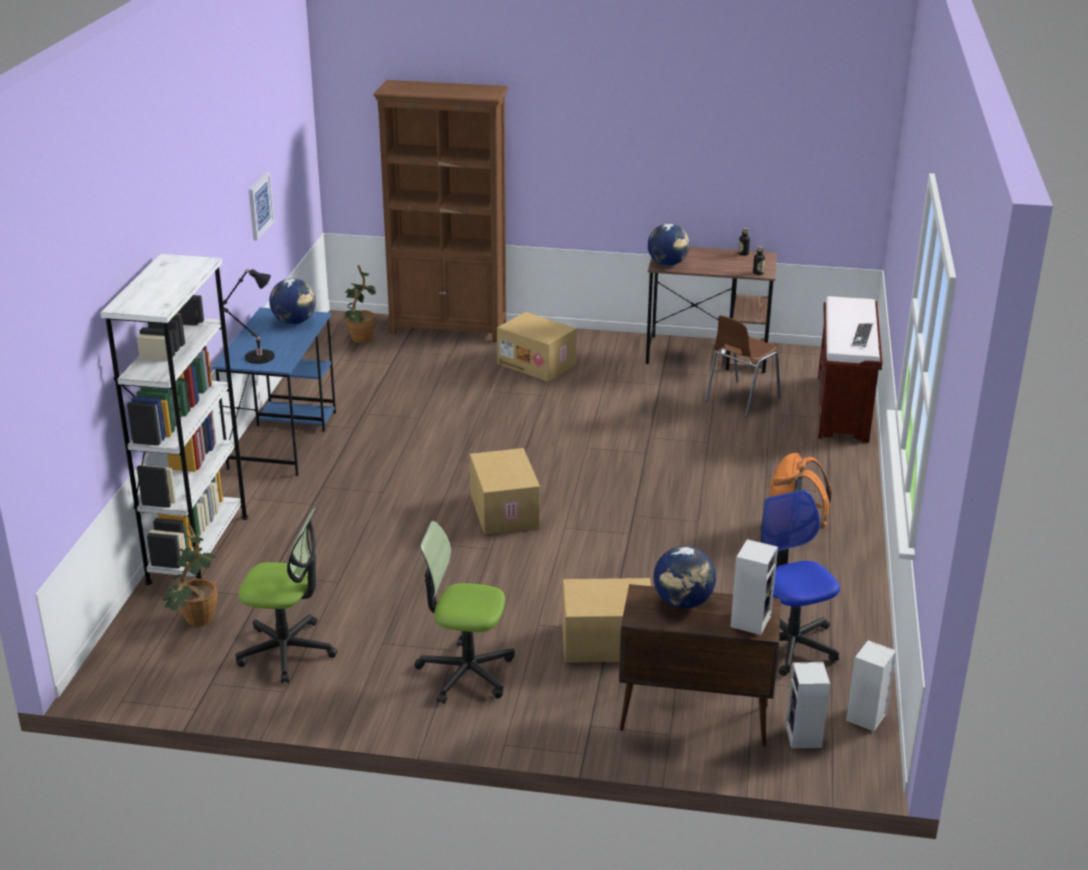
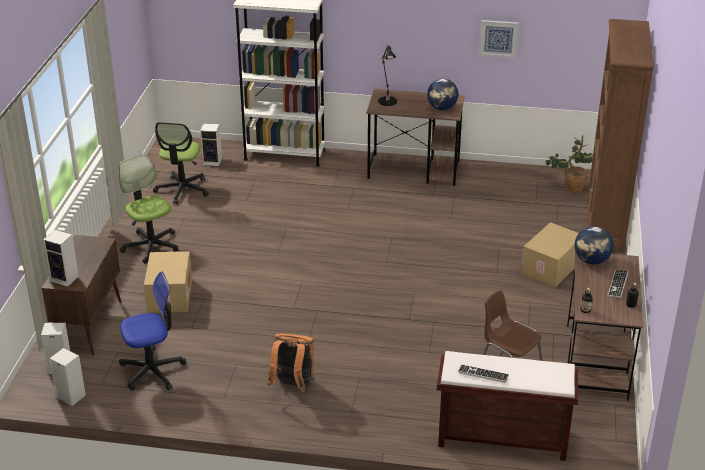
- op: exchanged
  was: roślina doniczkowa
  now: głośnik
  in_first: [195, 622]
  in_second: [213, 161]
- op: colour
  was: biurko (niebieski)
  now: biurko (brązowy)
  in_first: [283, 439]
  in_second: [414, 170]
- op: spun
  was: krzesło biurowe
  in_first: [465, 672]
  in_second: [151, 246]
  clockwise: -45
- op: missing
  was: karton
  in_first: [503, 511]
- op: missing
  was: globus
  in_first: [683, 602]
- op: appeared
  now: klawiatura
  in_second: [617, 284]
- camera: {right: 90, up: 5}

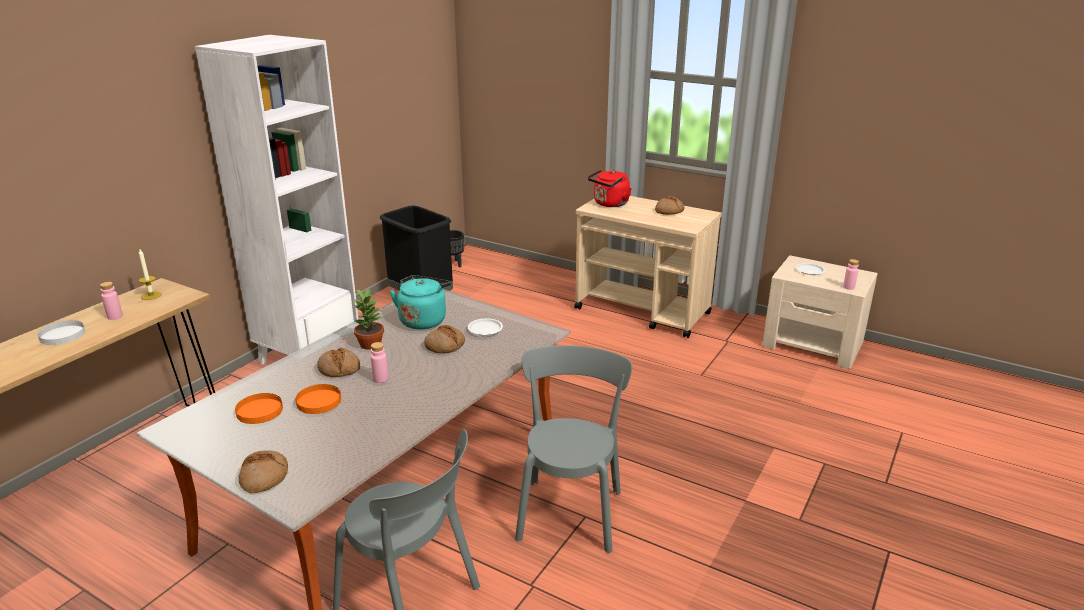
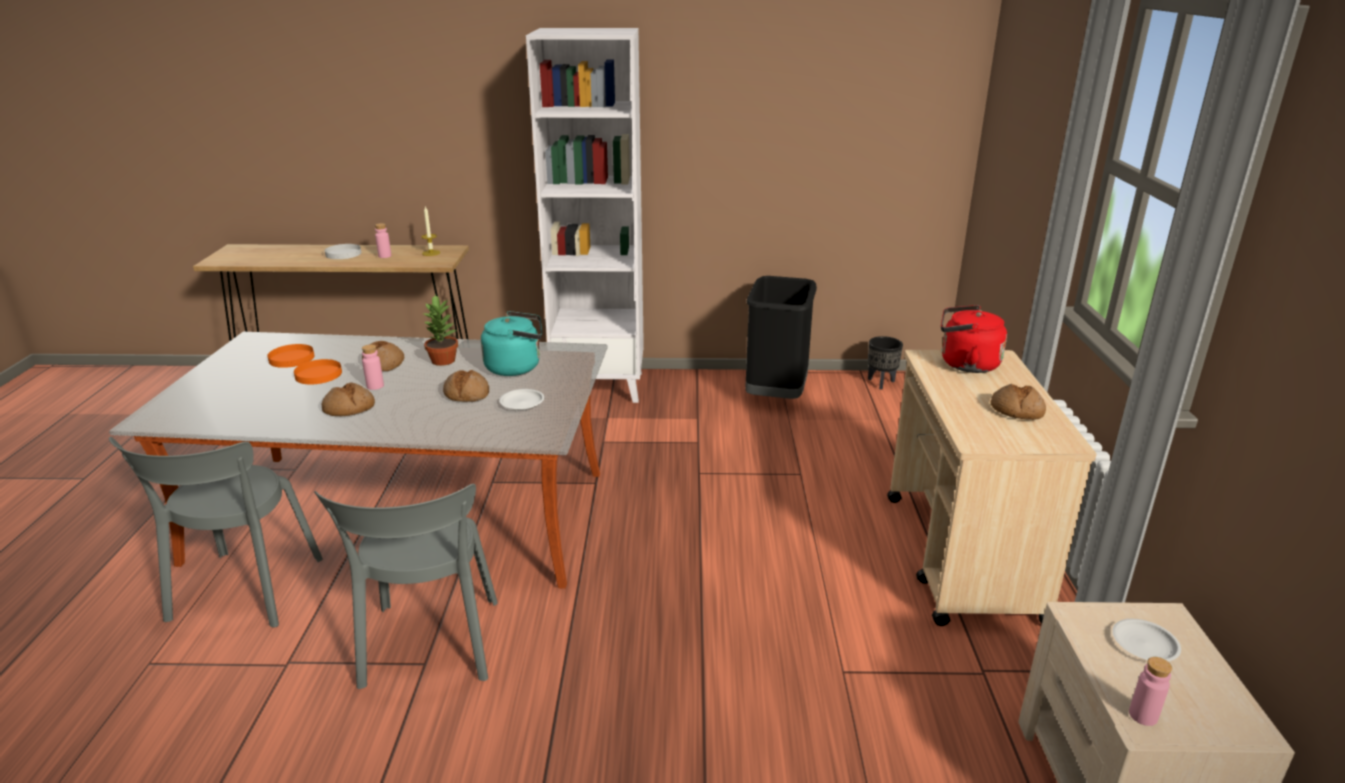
- op: relocated
  was: chleb
  in_first: [264, 477]
  in_second: [349, 408]
- op: spun
  was: krzesło (szary)
  in_first: [570, 510]
  in_second: [430, 648]
  clockwise: 105
- camera: {right: 60, up: 0}

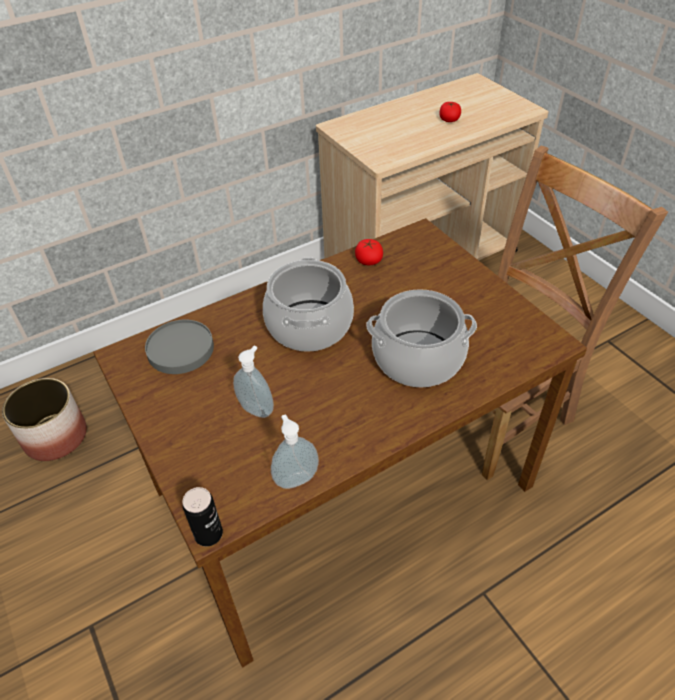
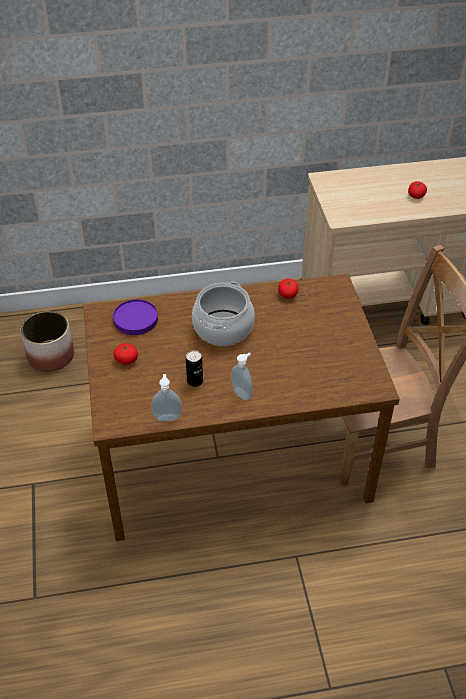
- op: colour
  was: talerz (szary)
  now: talerz (fioletowy)
  in_first: [180, 349]
  in_second: [135, 319]
- op: relocated
  was: puszka
  in_first: [208, 534]
  in_second: [195, 381]
- op: relocated
  was: dozownik mydła
  in_first: [257, 409]
  in_second: [242, 393]
- op: missing
  was: garnek
  in_first: [418, 359]
- op: appeared
  now: pomidor
  in_second: [126, 359]
- camera: {right: 20, up: 0}

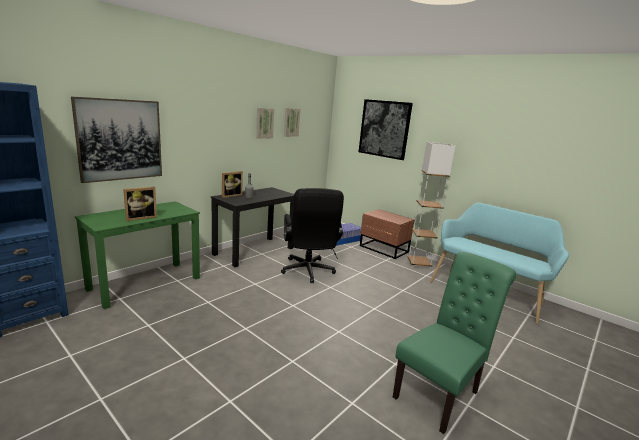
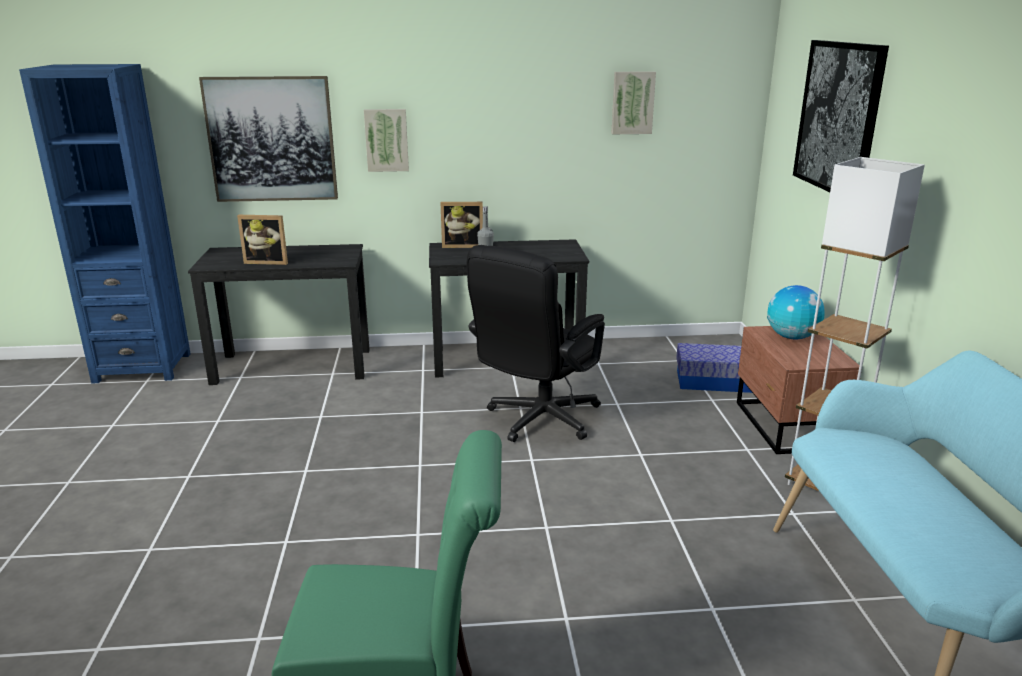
- op: colour
  was: biurko (zielony)
  now: biurko (czarny)
  in_first: [145, 283]
  in_second: [293, 366]
- op: relocated
  was: obraz
  in_first: [264, 123]
  in_second: [386, 140]
- op: appeared
  now: globus
  in_second: [792, 337]
- camera: {right: 45, up: 5}

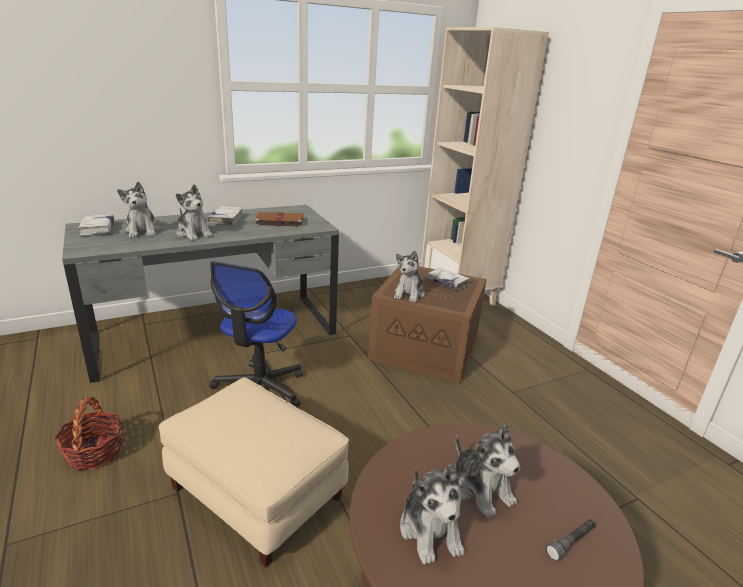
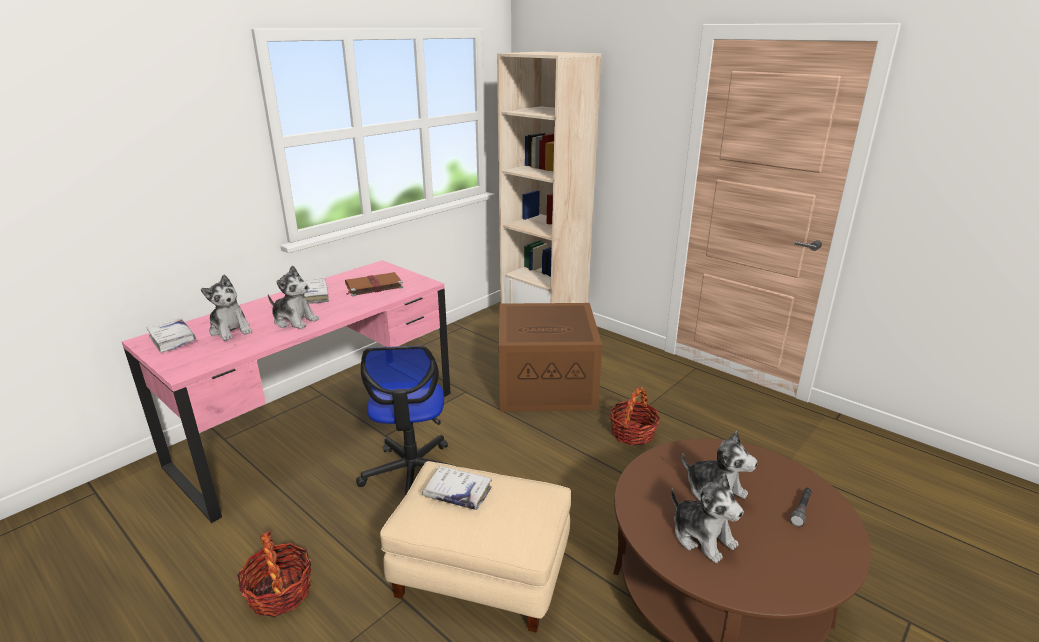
- op: colour
  was: biurko (szary)
  now: biurko (różowy)
  in_first: [215, 334]
  in_second: [319, 427]
- op: missing
  was: pluszak
  in_first: [409, 294]
- op: relocated
  was: książka (biały)
  in_first: [446, 282]
  in_second: [457, 493]
- op: appeared
  now: koszyk
  in_second: [632, 433]
- camera: {right: -20, up: 0}

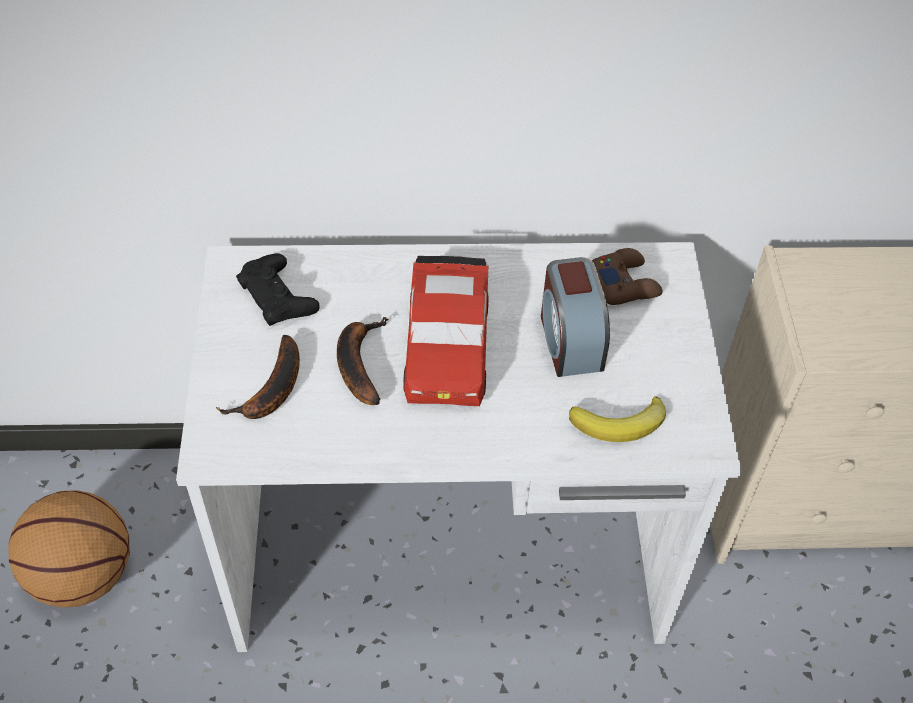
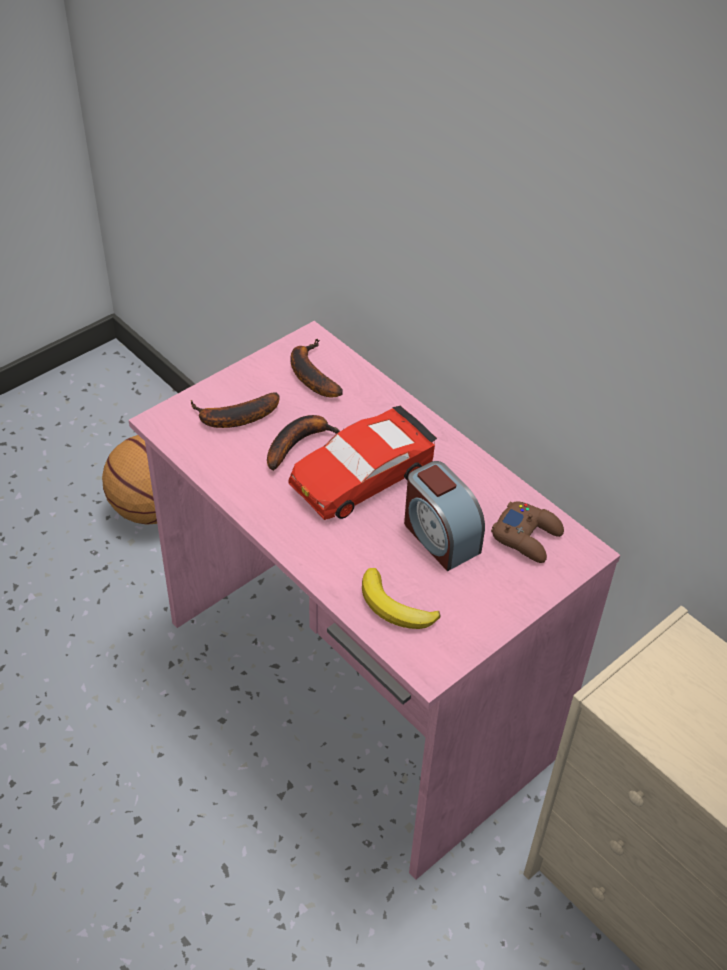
- op: colour
  was: biurko (biały)
  now: biurko (różowy)
  in_first: [451, 553]
  in_second: [356, 689]
- op: exchanged
  was: pad do gier (czarny)
  now: banan
  in_first: [277, 296]
  in_second: [310, 374]
- op: spun
  was: budzik
  in_first: [570, 340]
  in_second: [439, 537]
  clockwise: -75
- camera: {right: 50, up: -5}

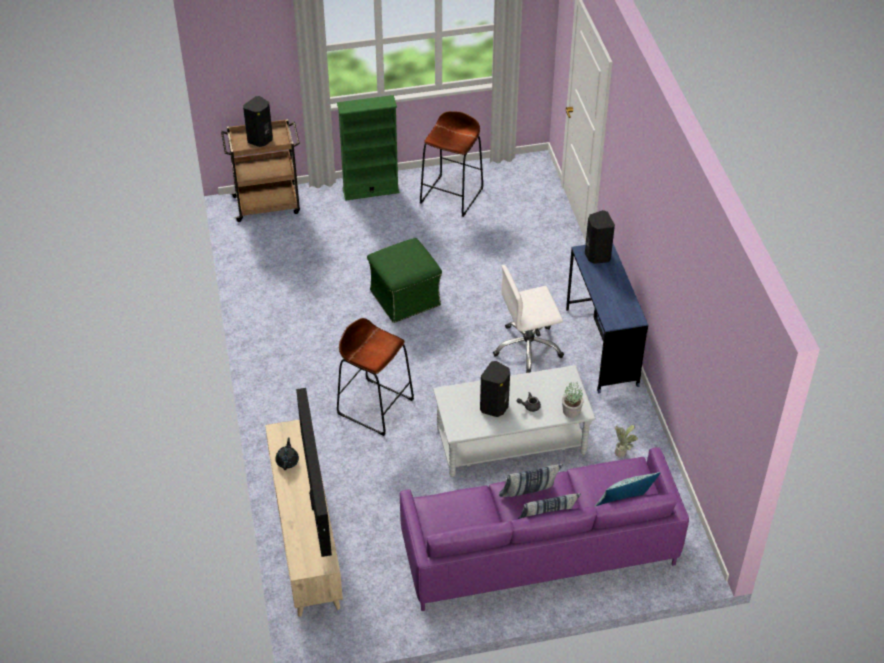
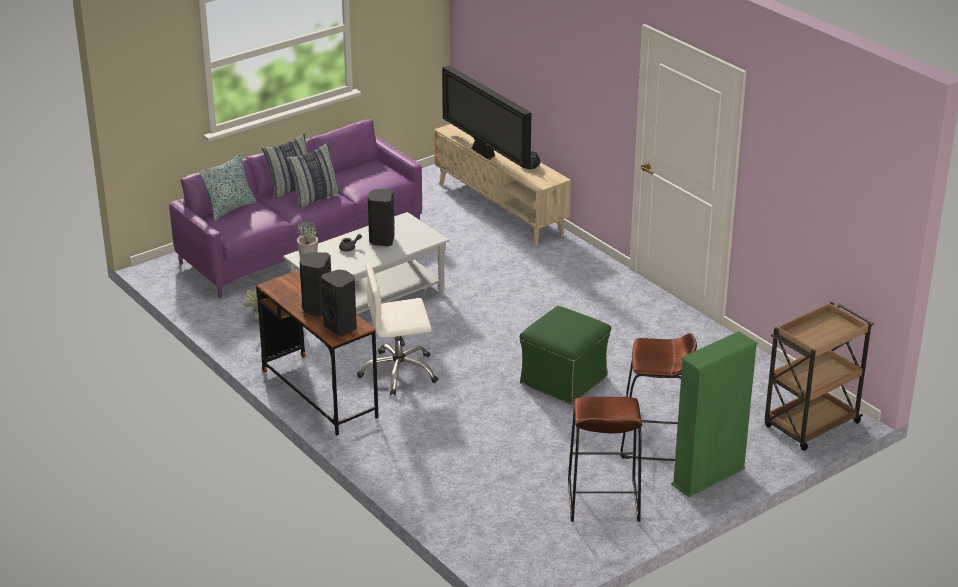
- op: relocated
  was: głośnik (czarny)
  in_first: [261, 140]
  in_second: [317, 308]
- op: relocated
  was: stołek (brązowy)
  in_first: [375, 406]
  in_second: [655, 441]
- op: spun
  was: krzesło biurowe (biały)
  in_first: [527, 348]
  in_second: [399, 372]
  clockwise: -150
- op: colour
  was: biurko (niebieski)
  now: biurko (brązowy)
  in_first: [601, 347]
  in_second: [319, 394]
- camera: {right: 155, up: -15}

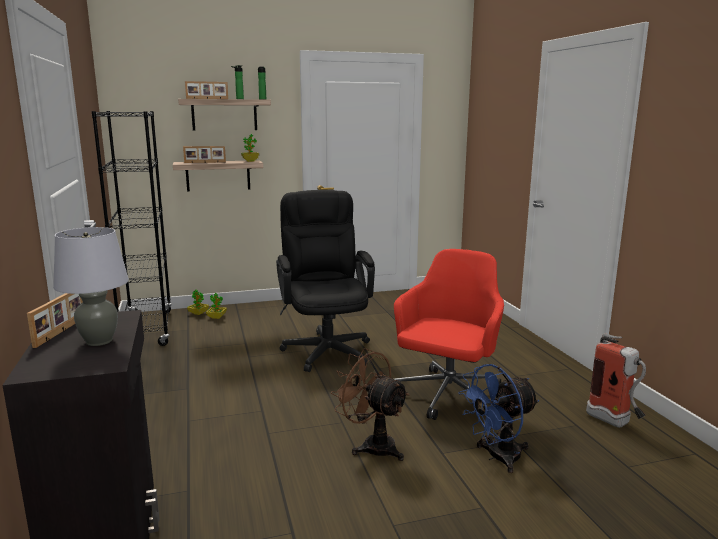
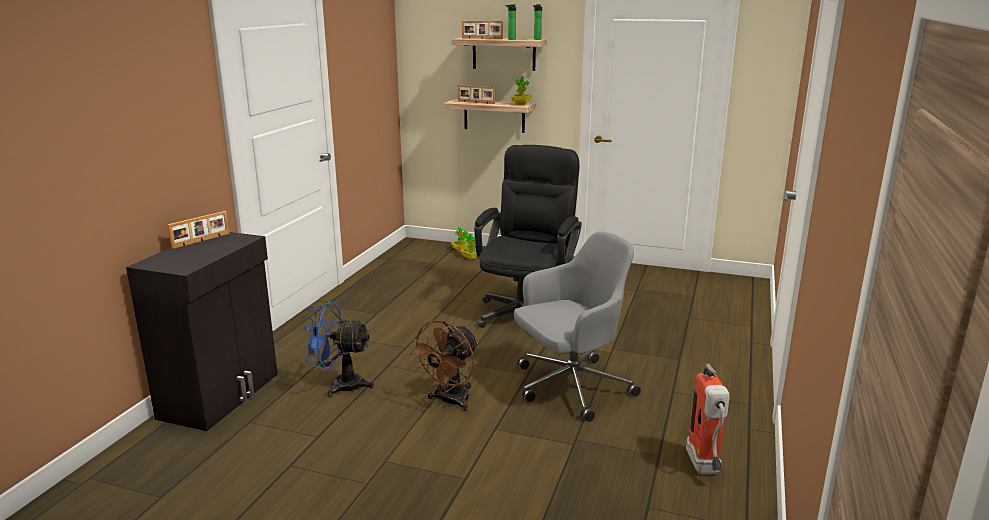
- op: missing
  was: lampa stołowa (szary)
  in_first: [99, 341]
- op: missing
  was: regał (czarny)
  in_first: [147, 329]
- op: spun
  was: wentylator (brązowy)
  in_first: [372, 445]
  in_second: [449, 402]
  clockwise: -135
- op: colour
  was: krzesło biurowe (czerwony)
  now: krzesło biurowe (szary)
  in_first: [447, 397]
  in_second: [570, 387]
- op: relocated
  was: wentylator (niebieski)
  in_first: [497, 457]
  in_second: [340, 385]
- camera: {right: 35, up: 5}

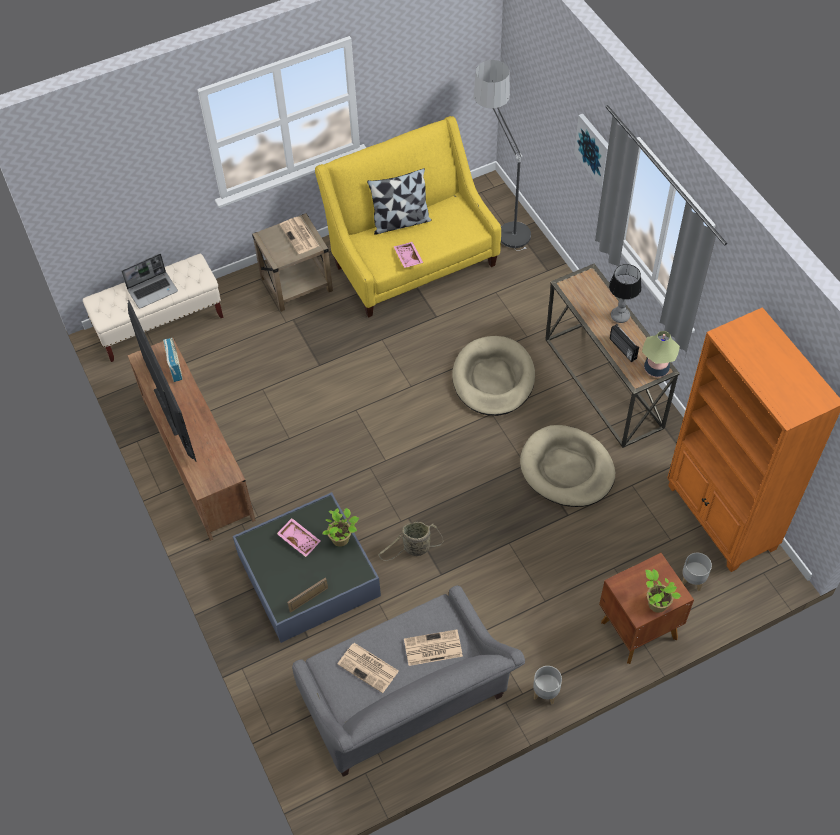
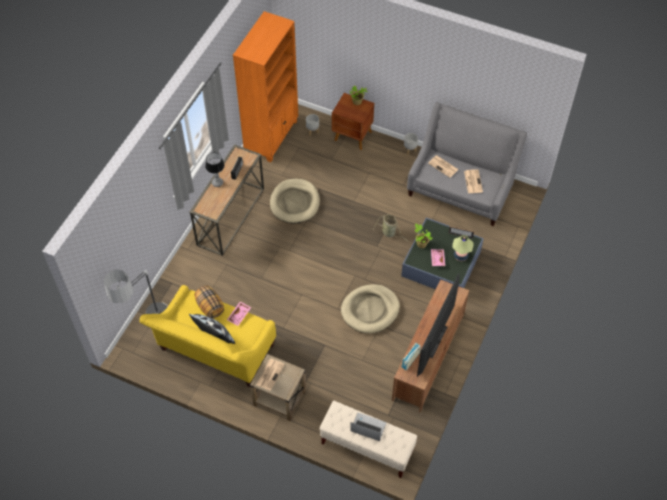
- op: relocated
  was: legowisko (beżowy)
  in_first: [493, 379]
  in_second: [370, 310]
- op: missing
  was: obraz
  in_first: [594, 149]
- op: relocated
  was: lampa stołowa
  in_first: [656, 368]
  in_second: [461, 255]
- op: appeared
  now: poduszka
  in_second: [210, 307]
- camera: {right: -130, up: 0}

